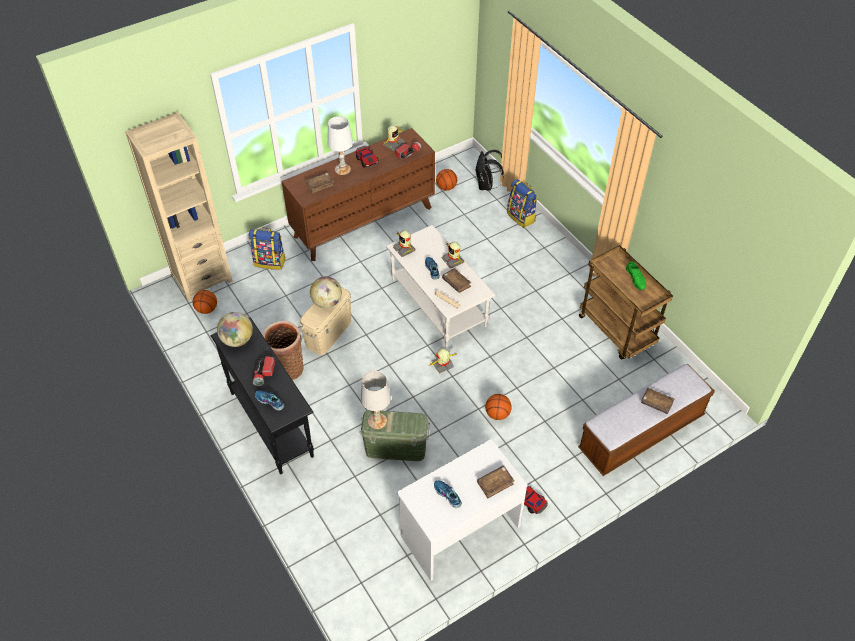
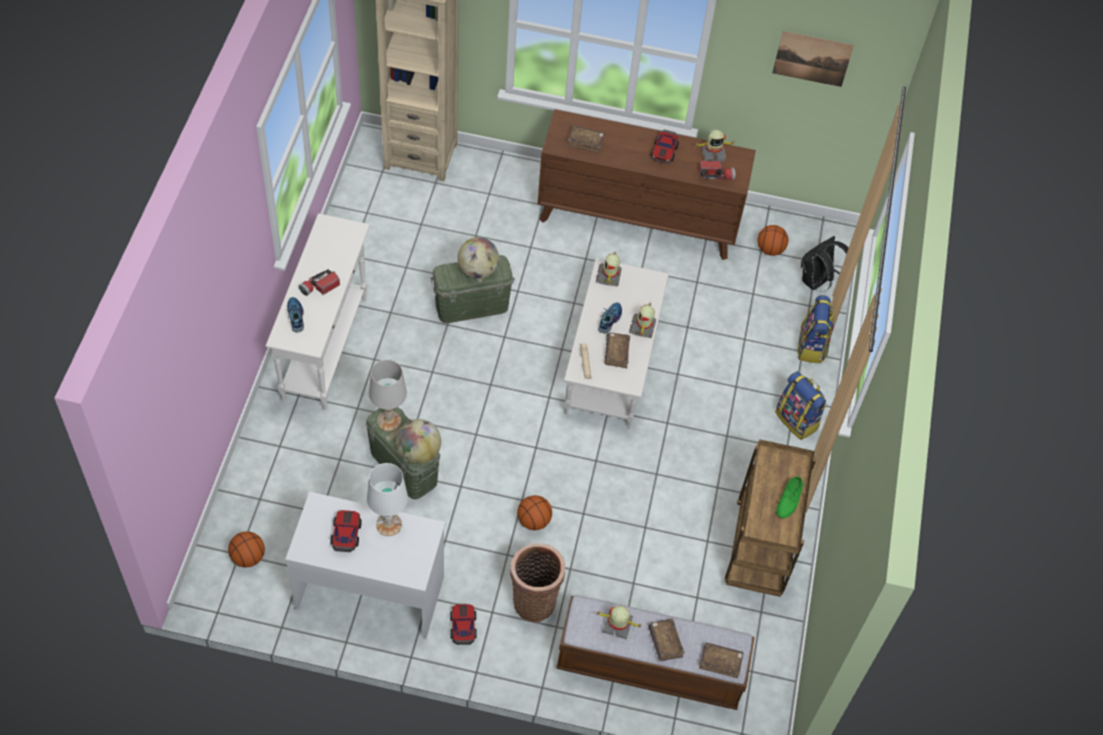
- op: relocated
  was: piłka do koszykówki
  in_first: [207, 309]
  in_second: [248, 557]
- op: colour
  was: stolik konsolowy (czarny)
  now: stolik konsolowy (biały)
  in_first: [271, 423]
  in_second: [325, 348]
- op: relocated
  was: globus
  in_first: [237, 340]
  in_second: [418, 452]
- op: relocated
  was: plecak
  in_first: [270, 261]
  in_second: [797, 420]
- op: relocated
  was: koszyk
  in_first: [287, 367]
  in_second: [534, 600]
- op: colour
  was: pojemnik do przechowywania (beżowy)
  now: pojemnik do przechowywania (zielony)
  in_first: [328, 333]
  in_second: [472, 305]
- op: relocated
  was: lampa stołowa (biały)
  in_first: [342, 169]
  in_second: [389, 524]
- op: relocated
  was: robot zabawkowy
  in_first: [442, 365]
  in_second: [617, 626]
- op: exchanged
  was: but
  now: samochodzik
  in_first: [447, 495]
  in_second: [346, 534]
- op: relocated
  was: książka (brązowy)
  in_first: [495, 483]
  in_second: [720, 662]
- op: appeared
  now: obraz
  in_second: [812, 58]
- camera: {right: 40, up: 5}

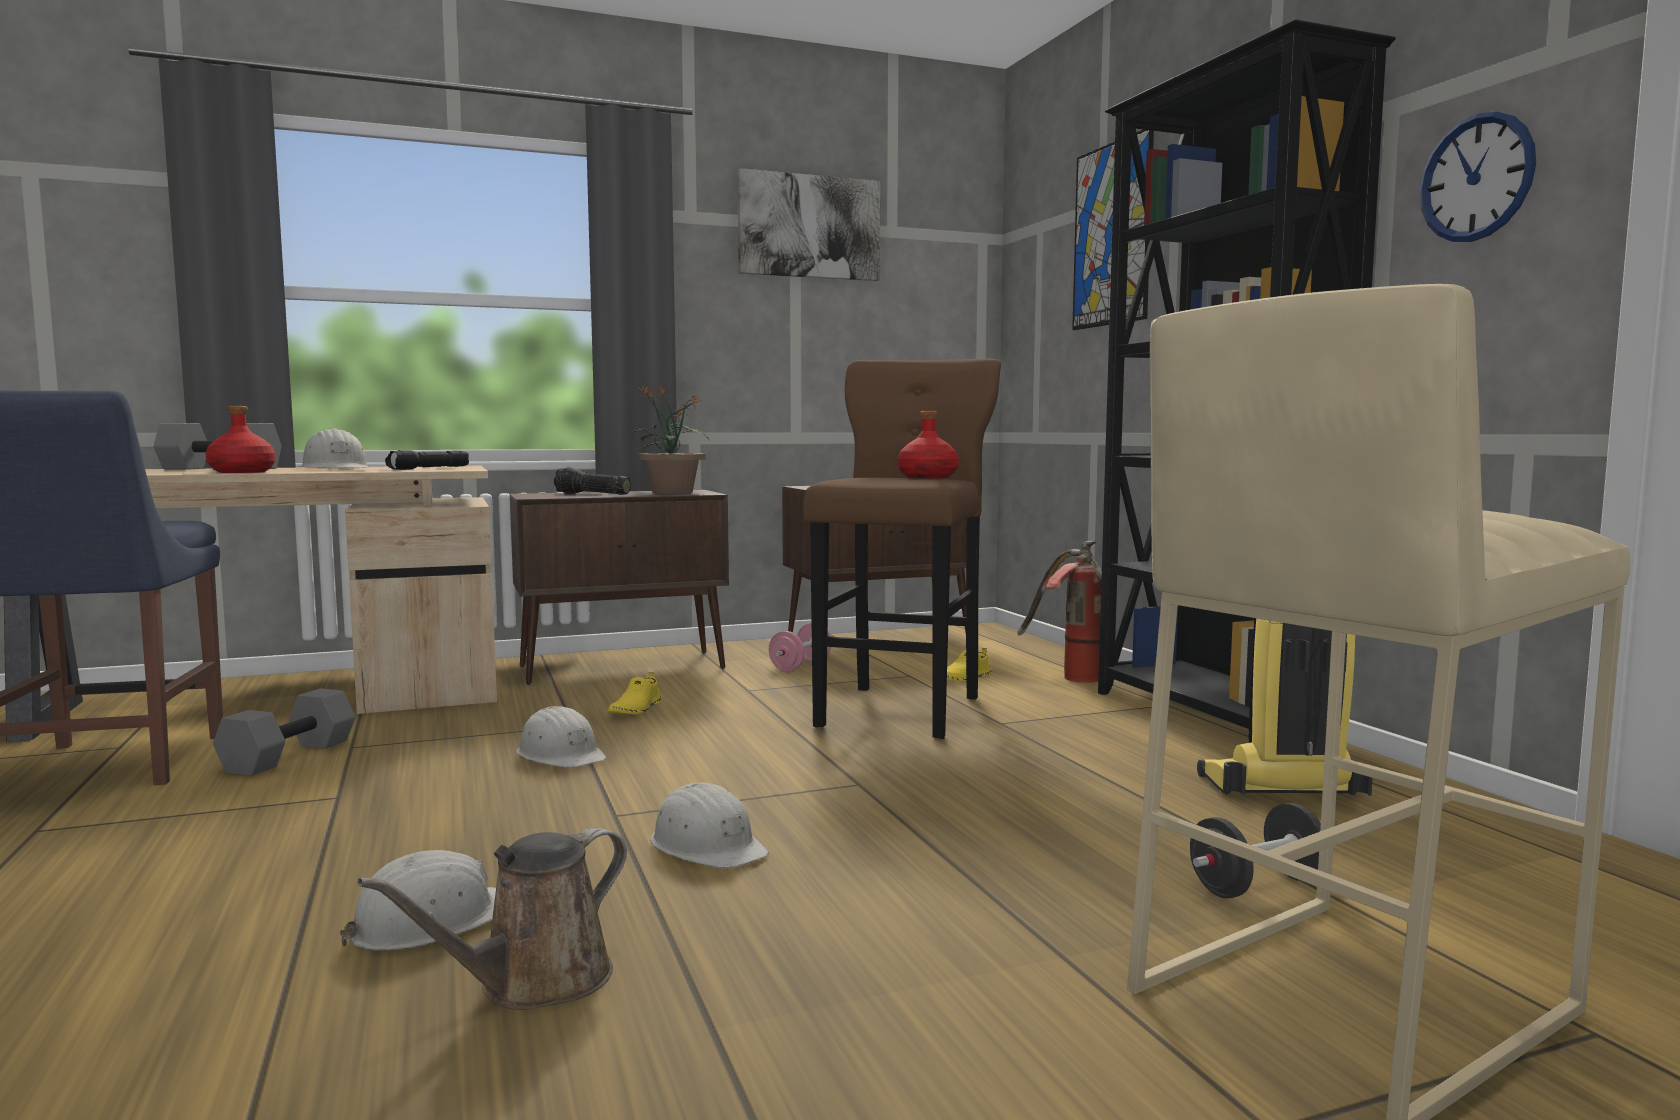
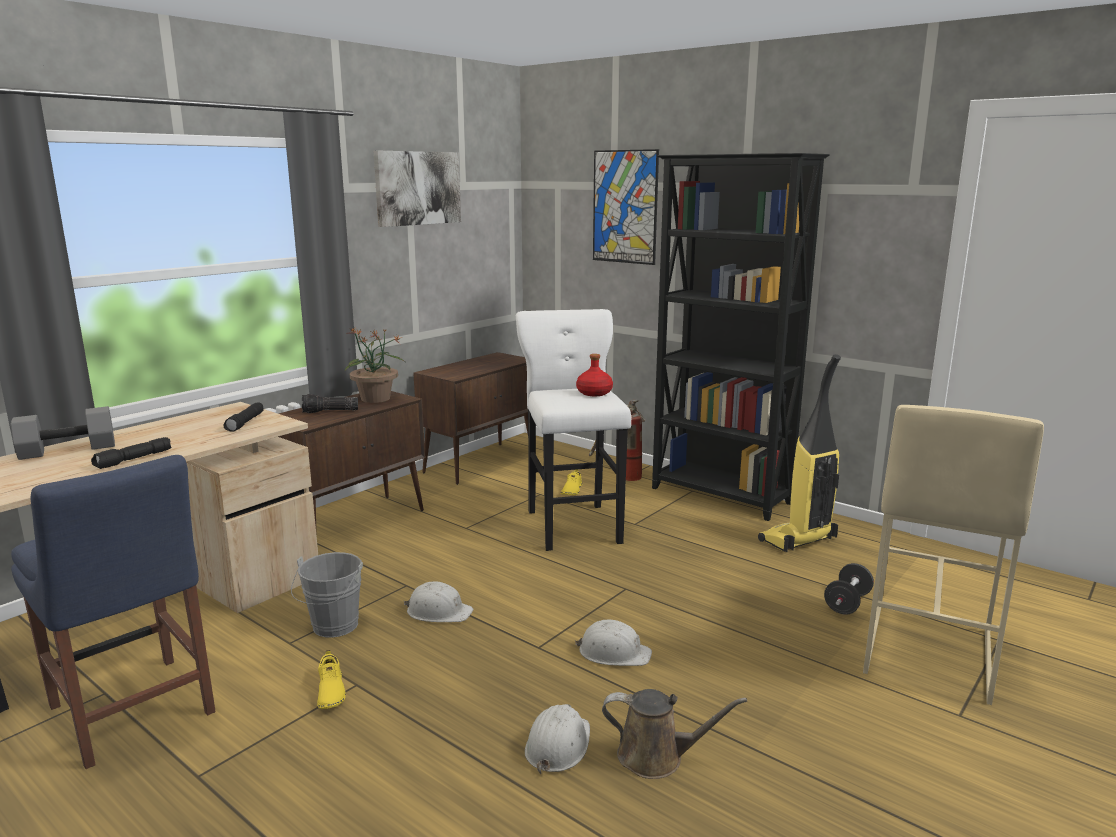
- op: exchanged
  was: butelka (czerwony)
  now: latarka (czarny)
  in_first: [242, 472]
  in_second: [133, 460]
- op: missing
  was: hantel (szary)
  in_first: [288, 755]
- op: missing
  was: kask (biały)
  in_first: [336, 469]
- op: spun
  was: konewka (brązowy)
  in_first: [534, 983]
  in_second: [657, 757]
  clockwise: -90
- op: relocated
  was: but (żółty)
  in_first: [634, 710]
  in_second: [330, 692]
- op: missing
  was: hantel (różowy)
  in_first: [800, 665]
- op: colour
  was: stołek (brązowy)
  now: stołek (biały)
  in_first: [902, 709]
  in_second: [573, 524]
- op: missing
  was: zegar ścienny
  in_first: [1476, 178]
- op: appeared
  now: wiadro (szary)
  in_second: [333, 628]
- camera: {right: -30, up: 10}

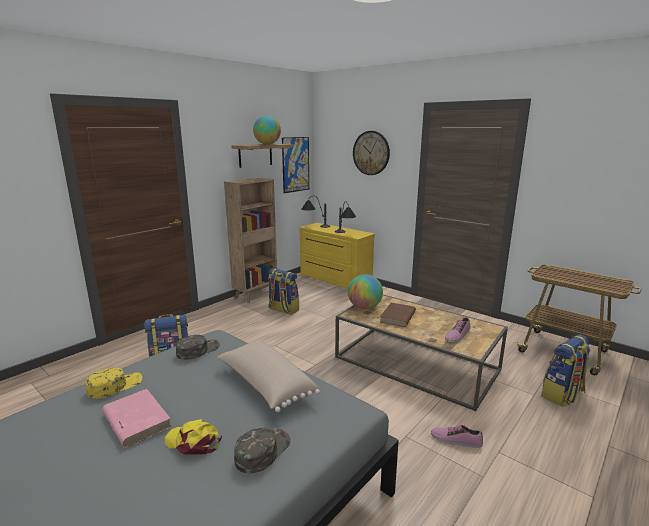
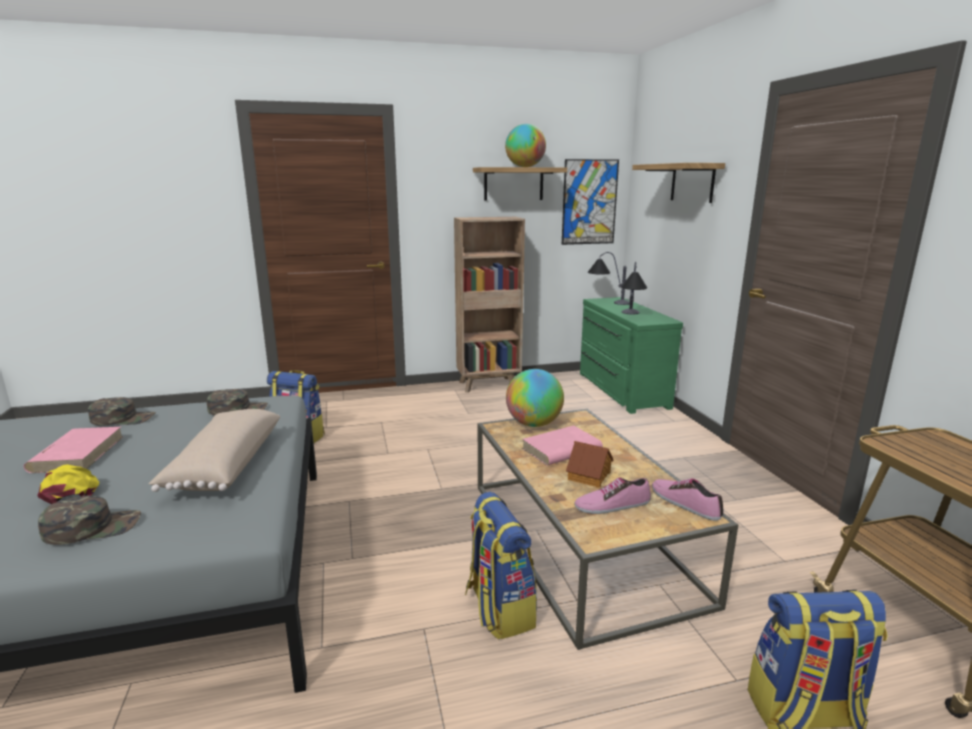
- op: colour
  was: czapka z daszkiem (żółty)
  now: czapka z daszkiem (zielony)
  in_first: [115, 386]
  in_second: [123, 418]
- op: relocated
  was: plecak
  in_first: [283, 310]
  in_second: [498, 609]
- op: colour
  was: komoda (żółty)
  now: komoda (zielony)
  in_first: [334, 280]
  in_second: [619, 390]
- op: exchanged
  was: zegar ścienny
  now: półka
  in_first: [371, 153]
  in_second: [692, 182]
- op: colour
  was: książka (brązowy)
  now: książka (różowy)
  in_first: [398, 317]
  in_second: [561, 450]
- op: relocated
  was: but
  in_first: [456, 440]
  in_second: [685, 503]
- op: appeared
  now: domek
  in_second: [590, 476]
- camera: {right: 35, up: 0}

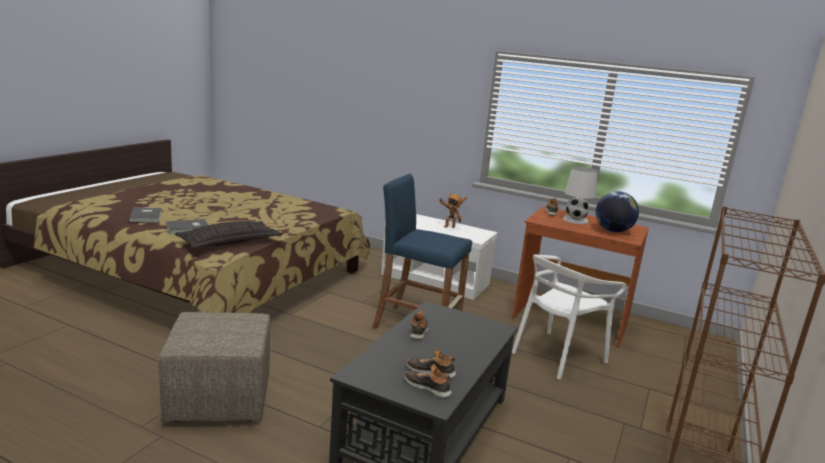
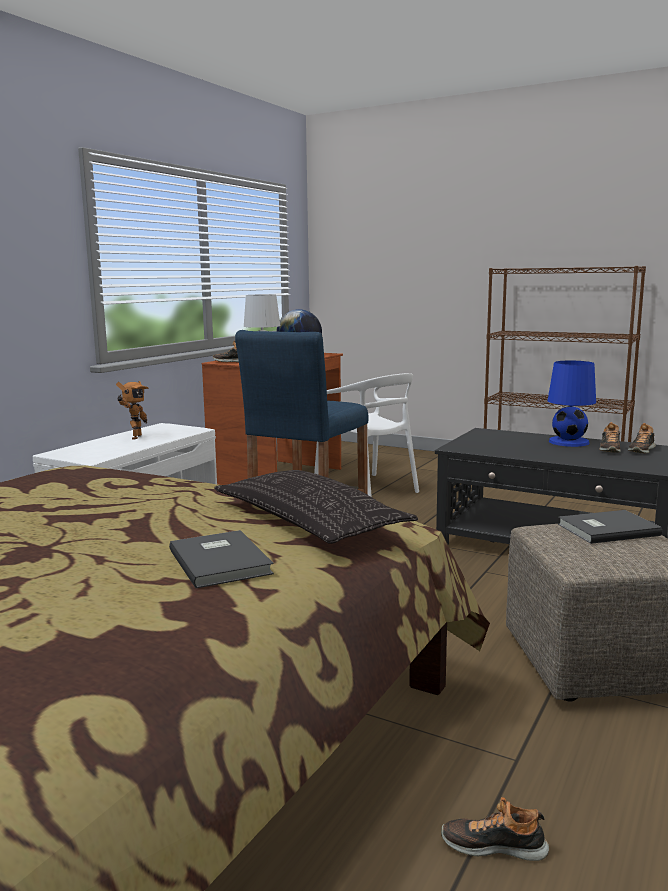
- op: relocated
  was: książka (szary)
  in_first: [147, 216]
  in_second: [605, 529]
- op: relocated
  was: but
  in_first: [418, 330]
  in_second: [494, 845]
- op: appeared
  now: lampa stołowa (niebieski)
  in_second: [569, 442]
- camera: {right: -85, up: -5}

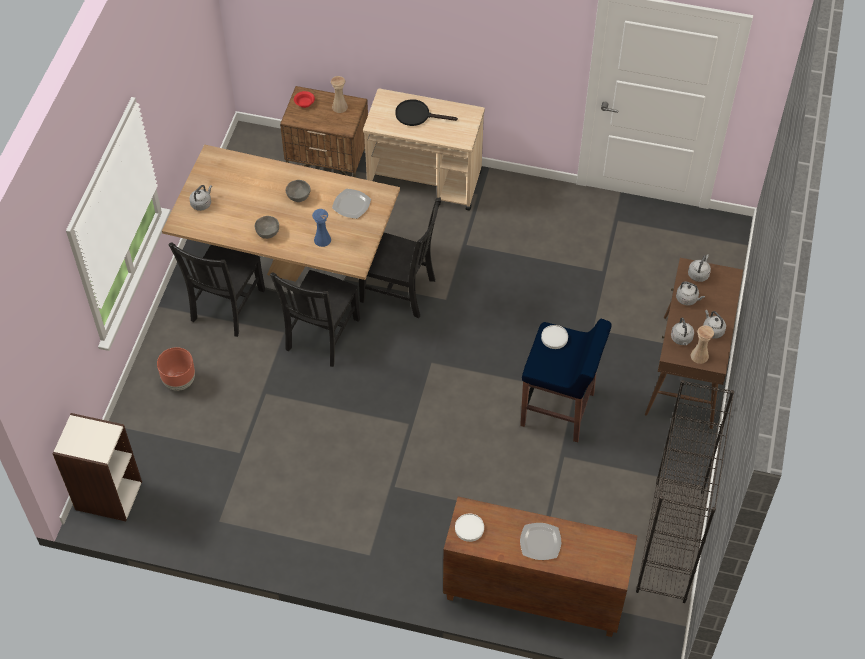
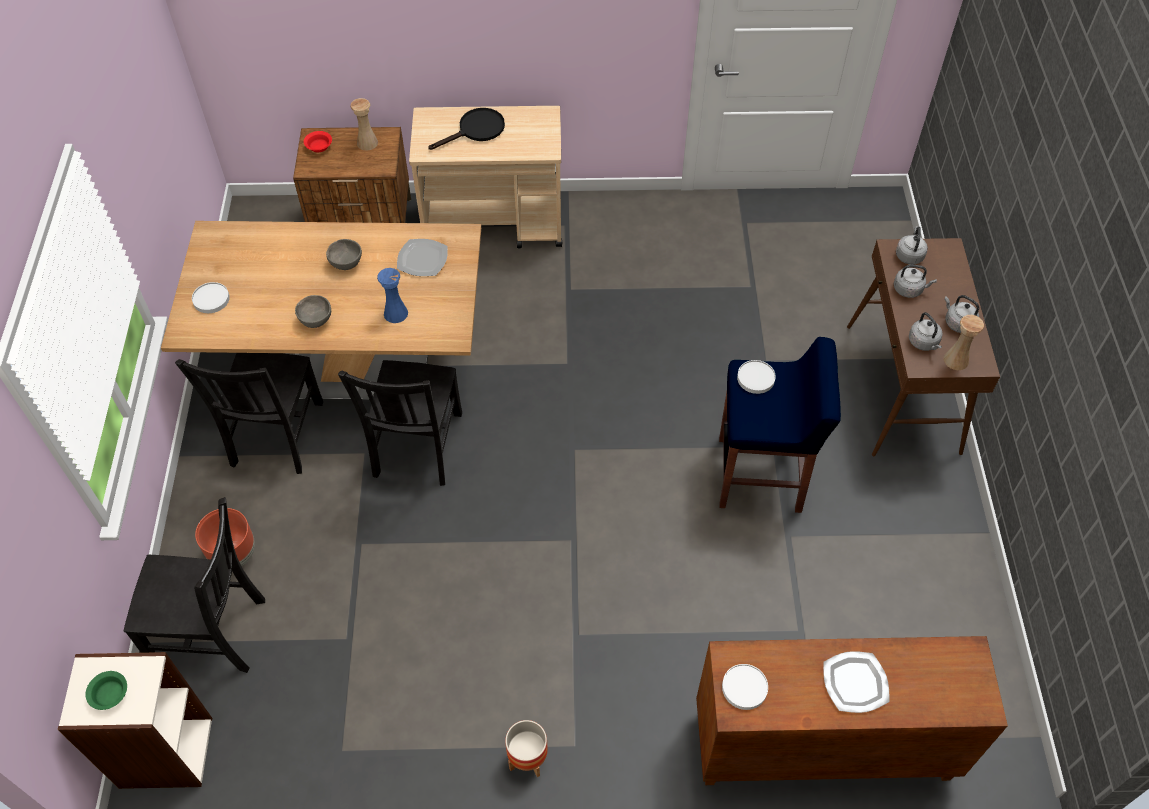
- op: exchanged
  was: czajnik (szary)
  now: talerz (biały)
  in_first: [202, 203]
  in_second: [211, 299]
- op: relocated
  was: krzesło (czarny)
  in_first: [400, 291]
  in_second: [213, 632]
- op: spun
  was: patelnia (czarny)
  in_first: [417, 115]
  in_second: [476, 130]
  clockwise: 150
- op: missing
  was: regał (czarny)
  in_first: [670, 542]
- op: appeared
  now: miska (zielony)
  in_second: [109, 693]
- op: appeared
  now: donica
  in_second: [527, 759]
- camera: {right: -15, up: 0}

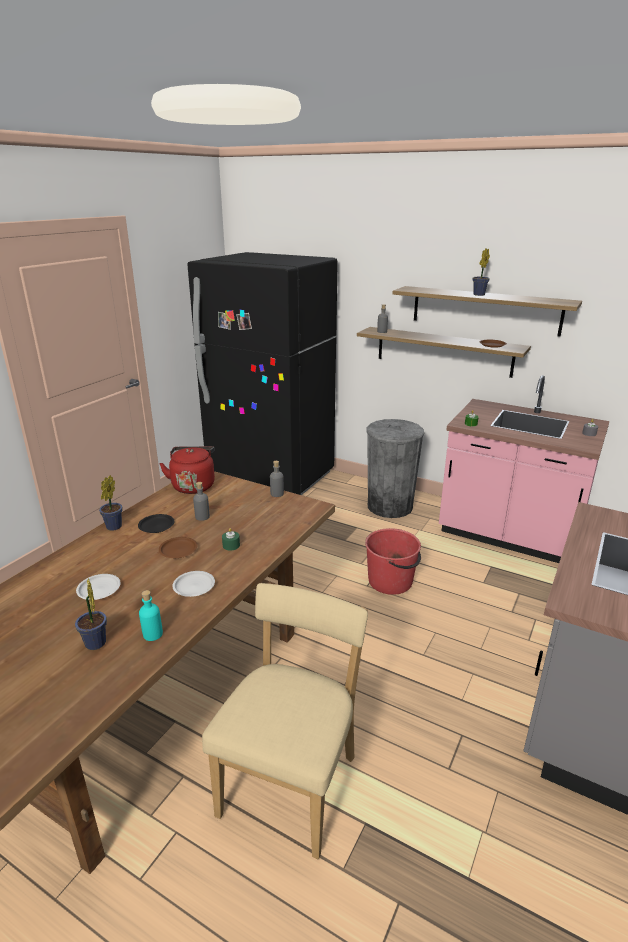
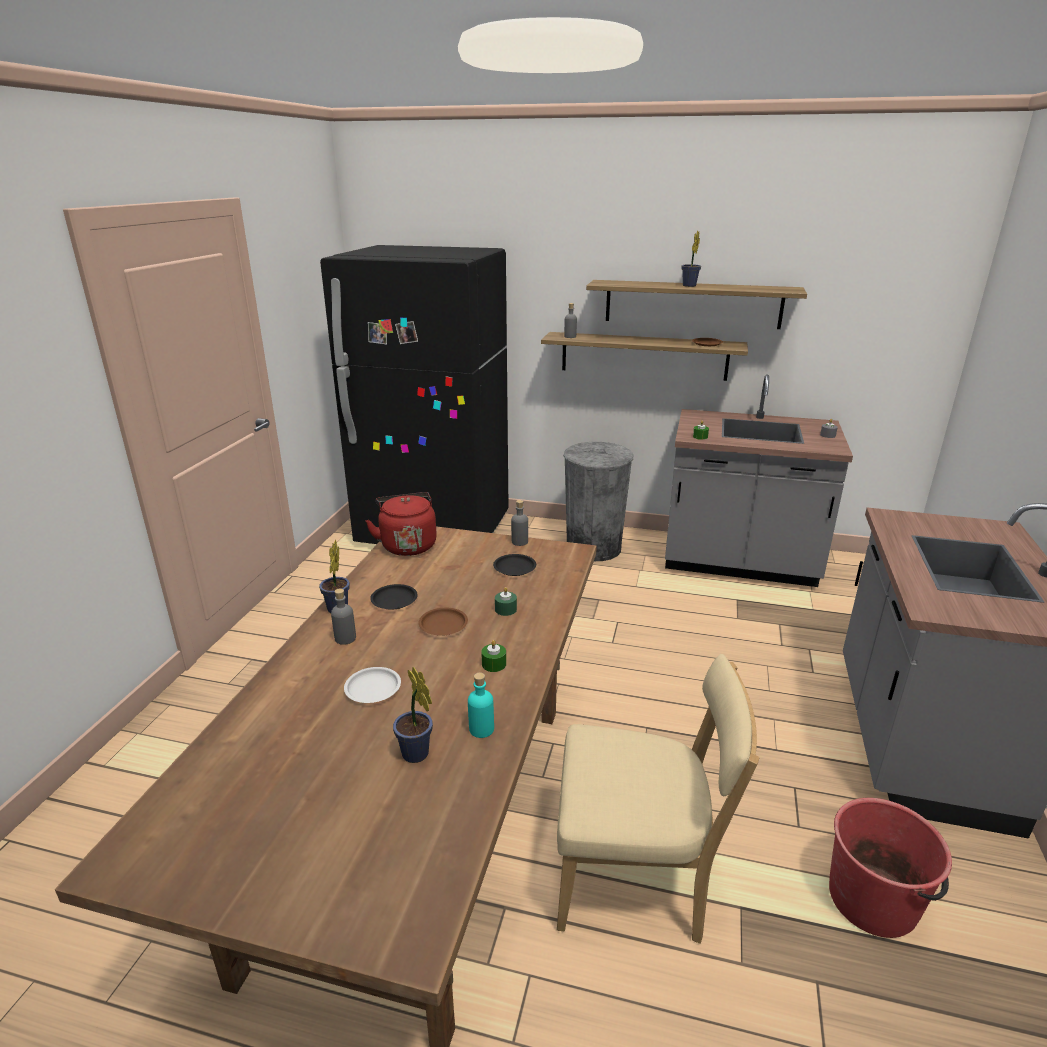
- op: exchanged
  was: talerz (biały)
  now: świeca (zielony)
  in_first: [194, 586]
  in_second: [494, 664]
- op: relocated
  was: butelka (szary)
  in_first: [202, 517]
  in_second: [345, 638]
- op: spun
  was: krzesło (beżowy)
  in_first: [292, 780]
  in_second: [637, 880]
  clockwise: 90
- op: relocated
  was: wiadro (czerwony)
  in_first: [391, 581]
  in_second: [873, 899]
- op: colour
  was: zabudowa kuchenna (różowy)
  now: zabudowa kuchenna (szary)
  in_first: [508, 536]
  in_second: [739, 563]
- op: appeared
  now: talerz (czarny)
  in_second: [515, 568]
- camera: {right: -15, up: 0}

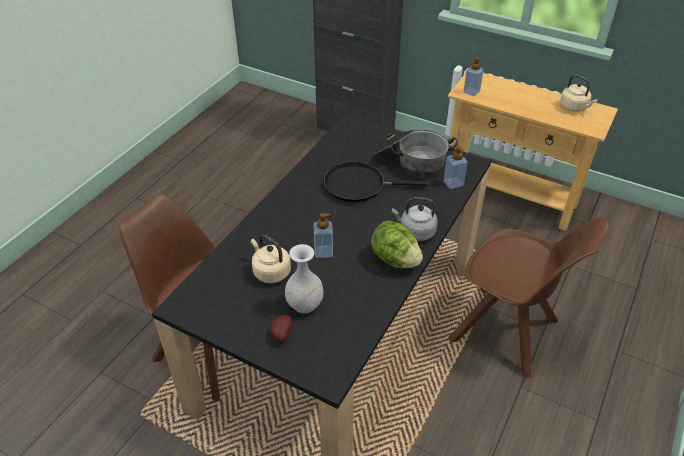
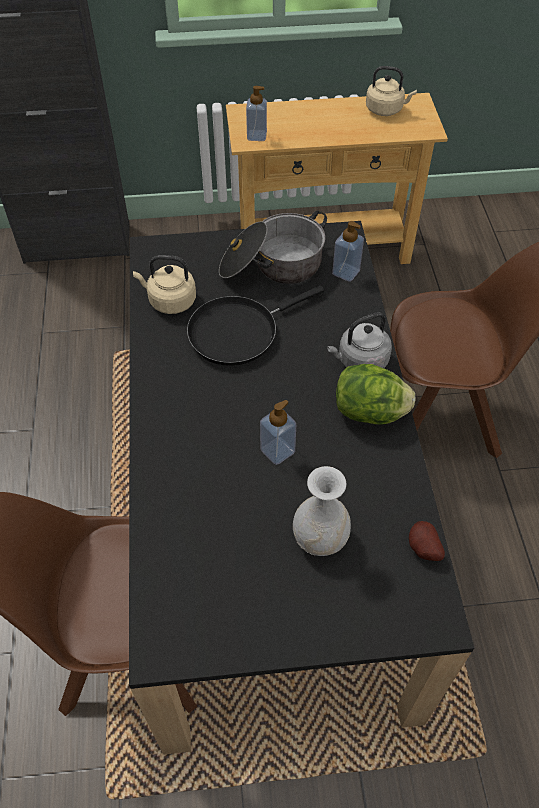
- op: relocated
  was: czajnik (beżowy)
  in_first: [270, 271]
  in_second: [170, 301]
- op: relocated
  was: ziemniak
  in_first: [280, 334]
  in_second: [422, 549]
- camera: {right: -35, up: 10}

